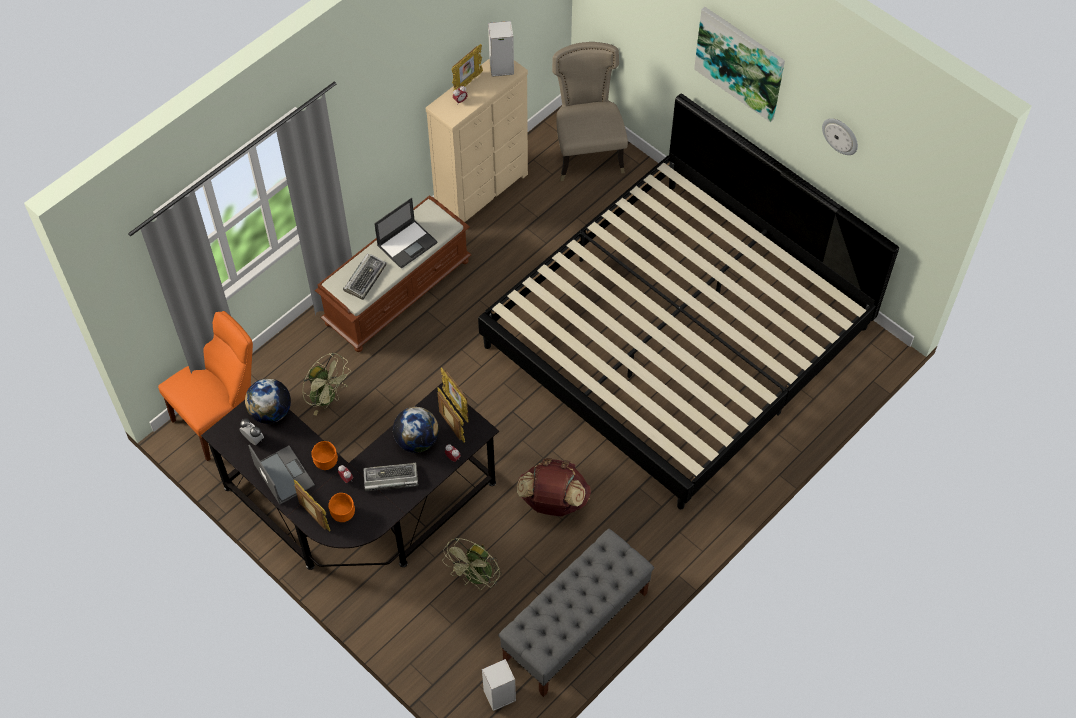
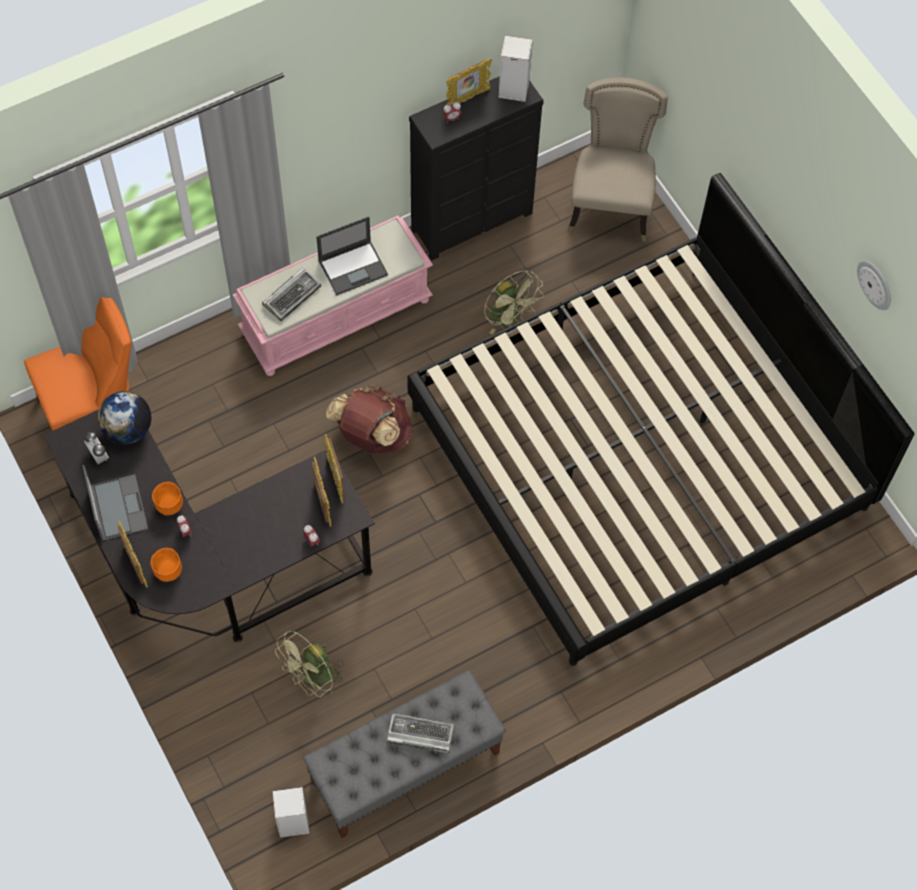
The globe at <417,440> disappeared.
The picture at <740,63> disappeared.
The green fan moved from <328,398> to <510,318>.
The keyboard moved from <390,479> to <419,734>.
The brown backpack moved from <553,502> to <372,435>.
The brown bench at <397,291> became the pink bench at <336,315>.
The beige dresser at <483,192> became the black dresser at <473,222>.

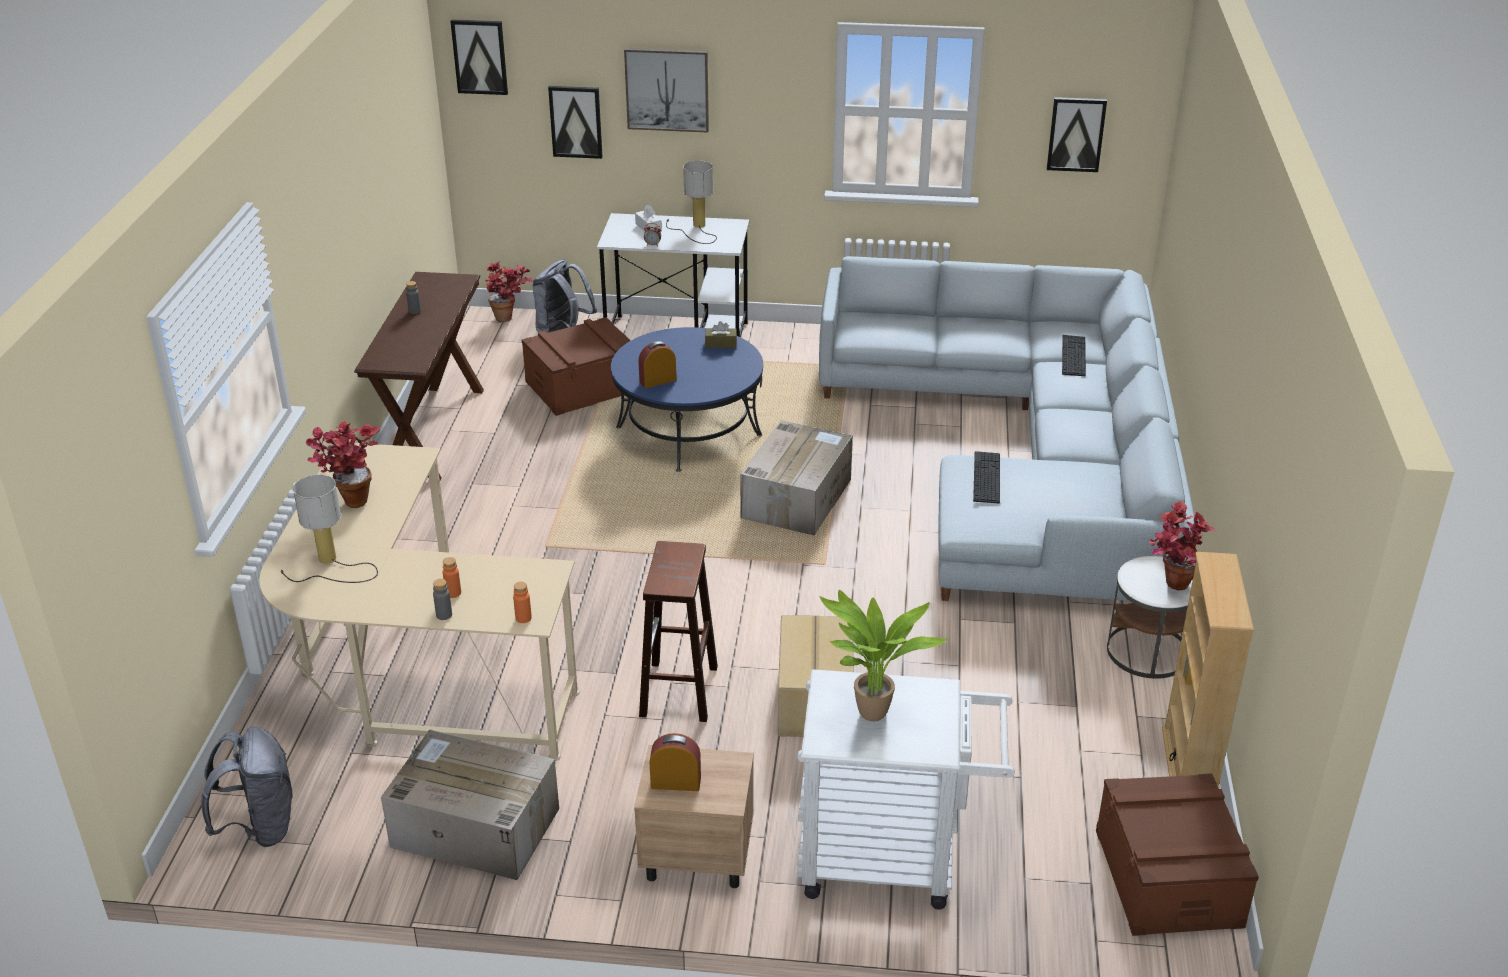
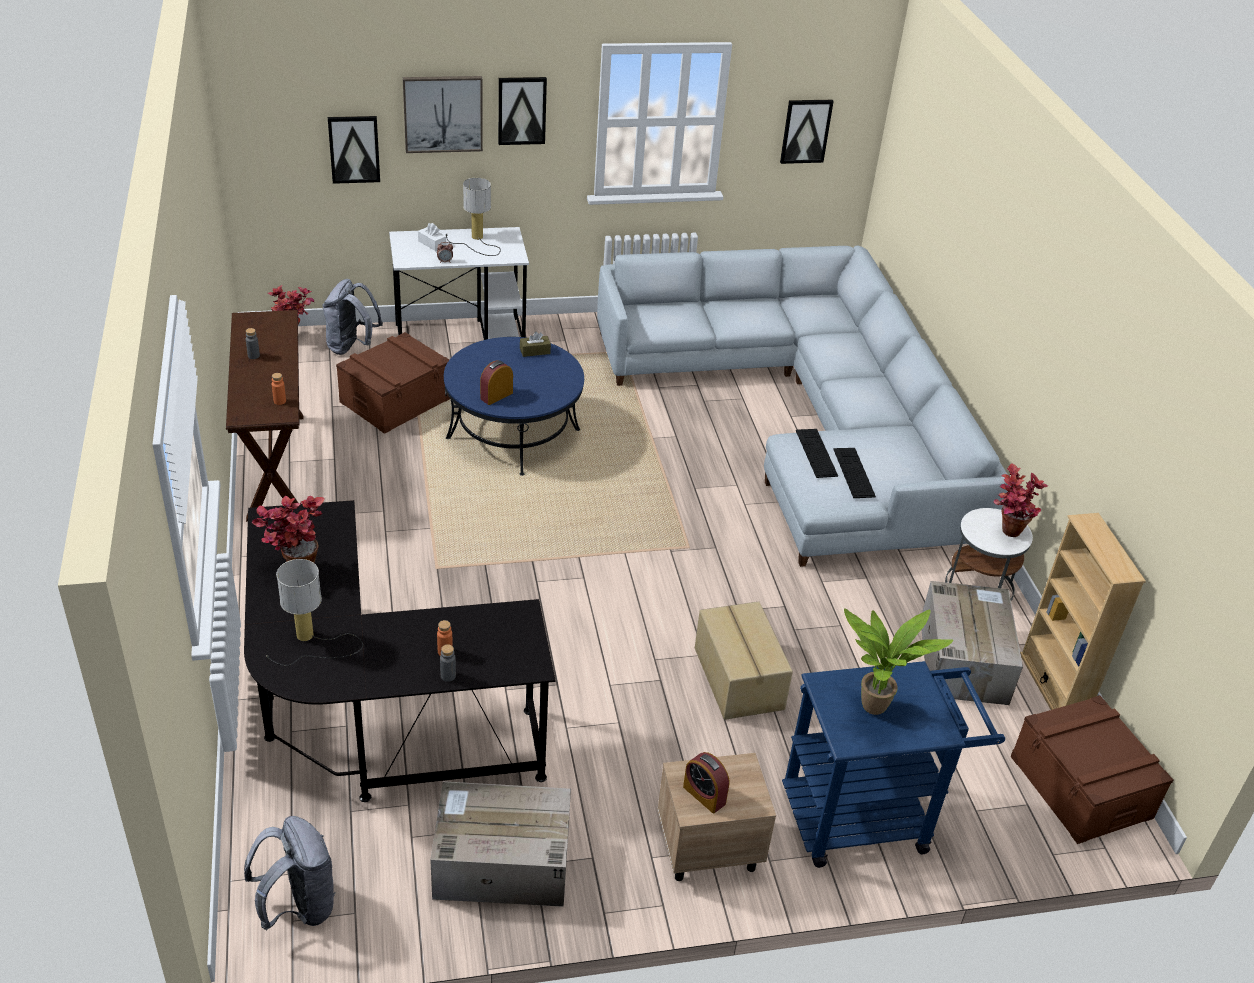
The brown stool at <679,692> disappeared.
The picture moved from <480,56> to <521,110>.
The orange bottle moved from <523,618> to <279,401>.
The cardboard box moved from <797,498> to <962,659>.
The keyboard moved from <1073,355> to <854,472>.
The beige desk at <413,673> became the black desk at <371,718>.
The white cart at <893,860> became the blue cart at <868,816>.
The alarm clock at <675,782> turned 120 degrees counterclockwise.

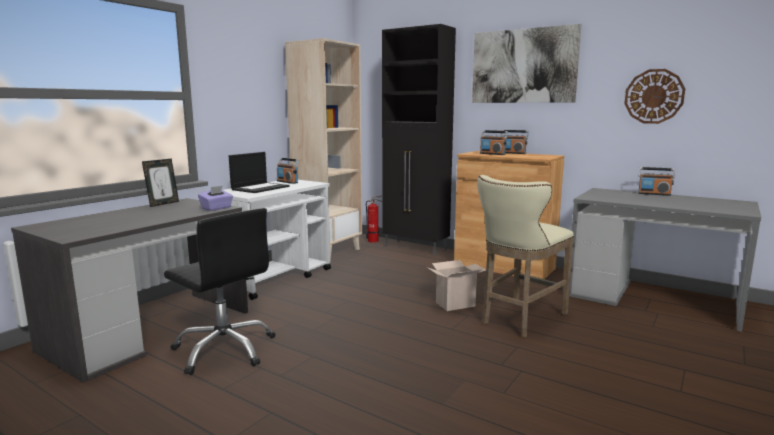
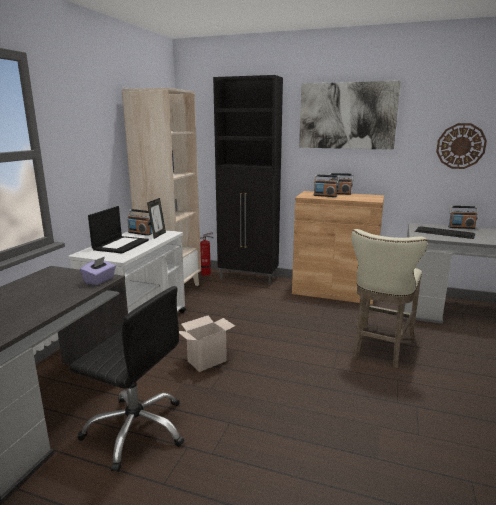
The keyboard at <445,232> appeared.
The picture frame moved from <163,204> to <158,235>.
The cardboard box moved from <455,304> to <207,360>.

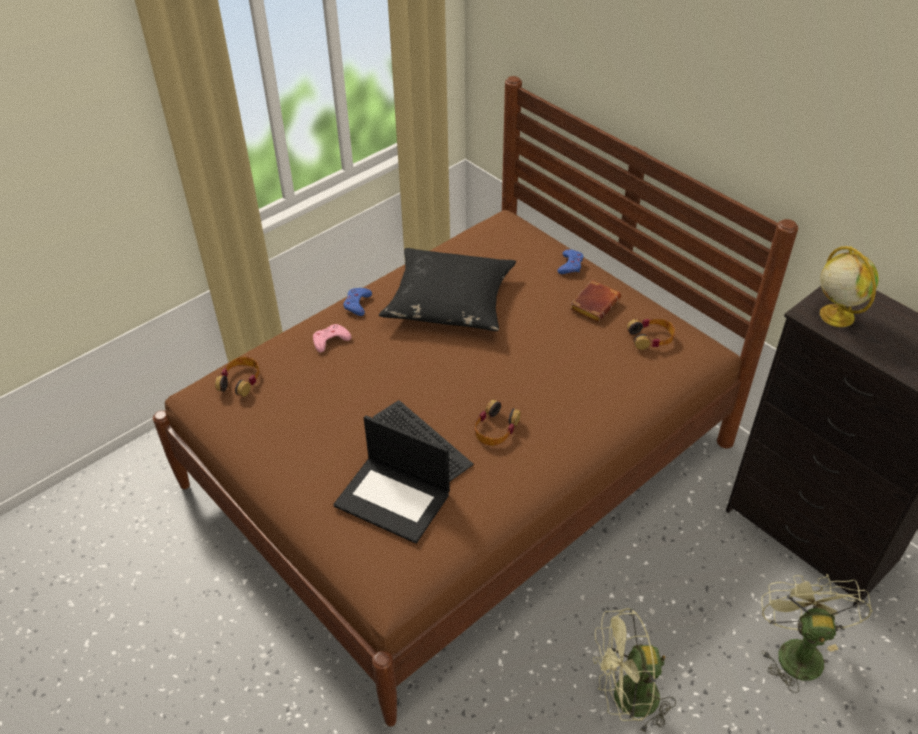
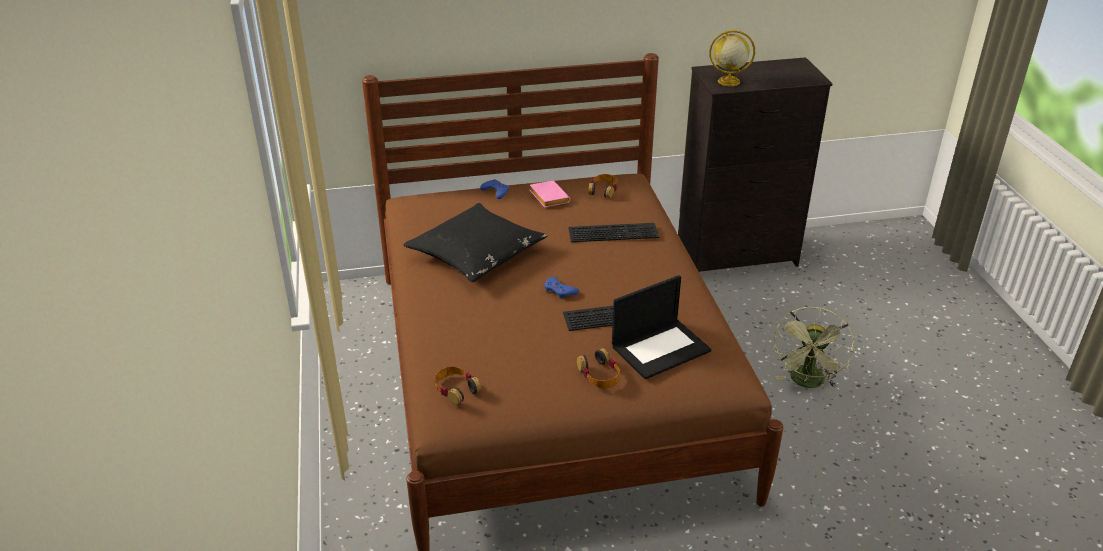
The pink game controller at <330,340> disappeared.
The green fan at <796,650> disappeared.
The keyboard at <614,231> appeared.
The blue game controller moved from <357,304> to <559,291>.
The headphones moved from <495,428> to <599,374>.
The brown book at <594,303> became the pink book at <547,197>.

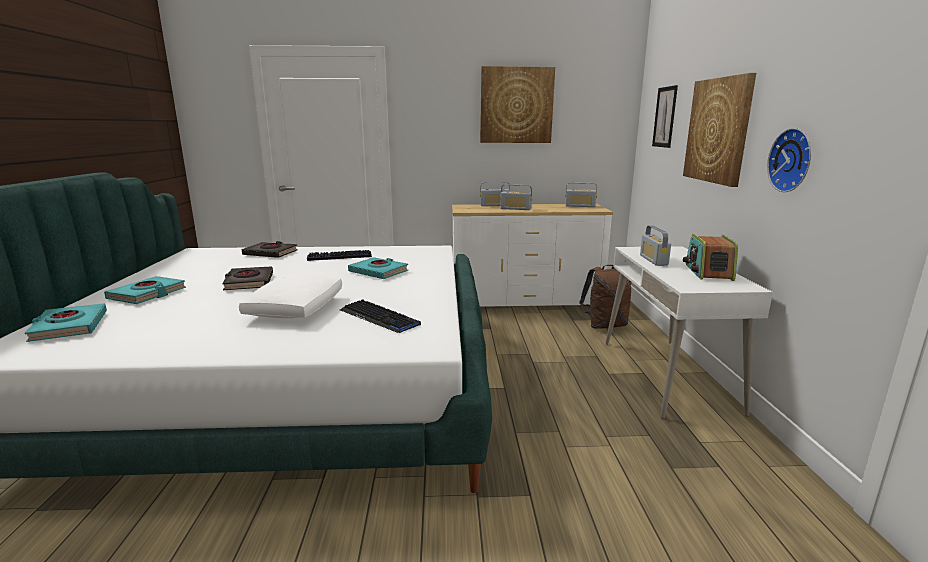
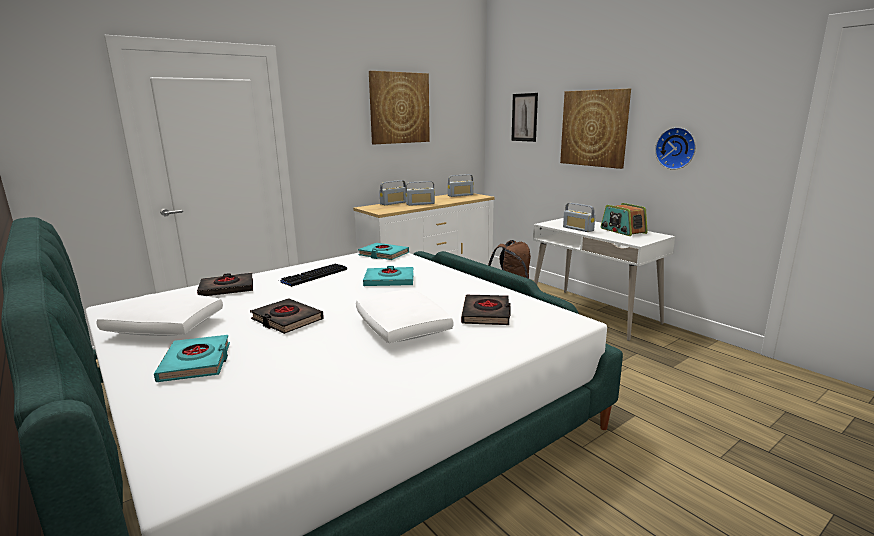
The white pillow at <166,327> appeared.
The turquoise book moved from <69,327> to <383,254>.
The keyboard at <379,317> was replaced by the black book at <486,314>.

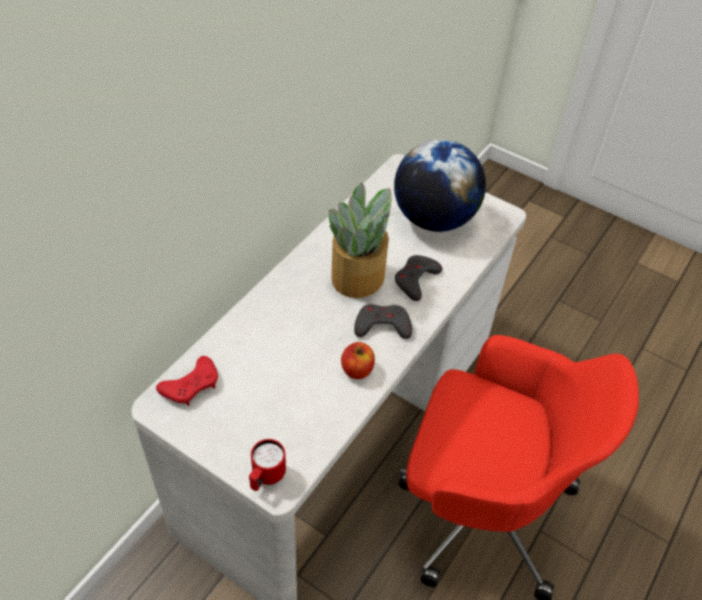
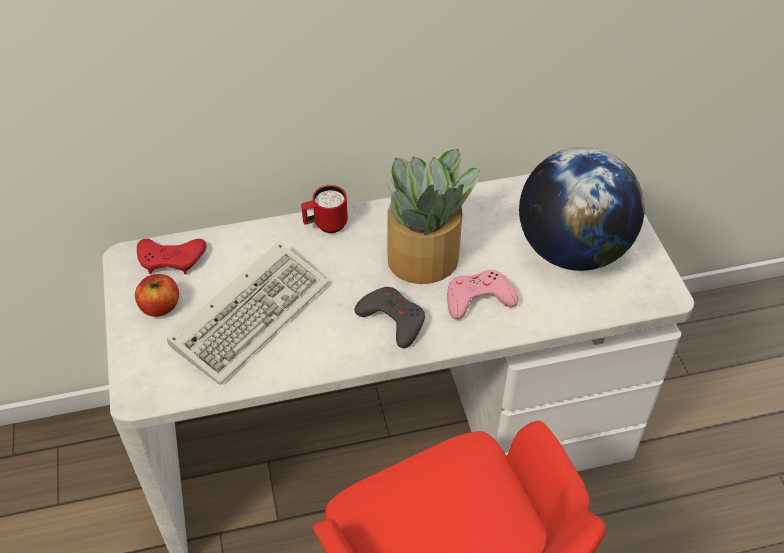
The keyboard at <252,312> appeared.
The red mug moved from <266,477> to <325,225>.
The apple moved from <357,369> to <160,306>.
The grey game controller at <416,280> became the pink game controller at <478,298>.

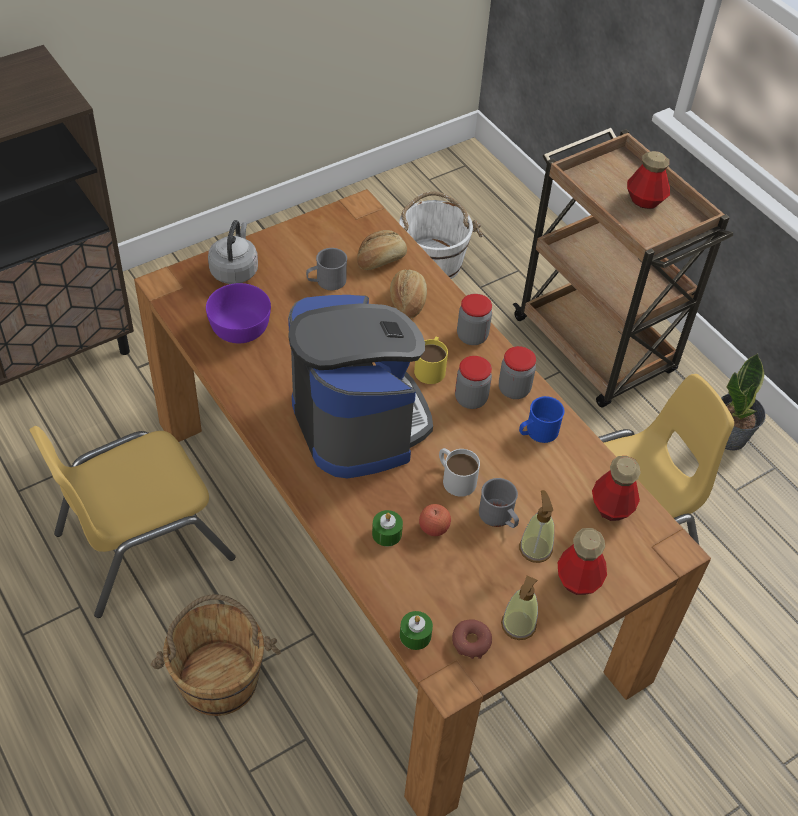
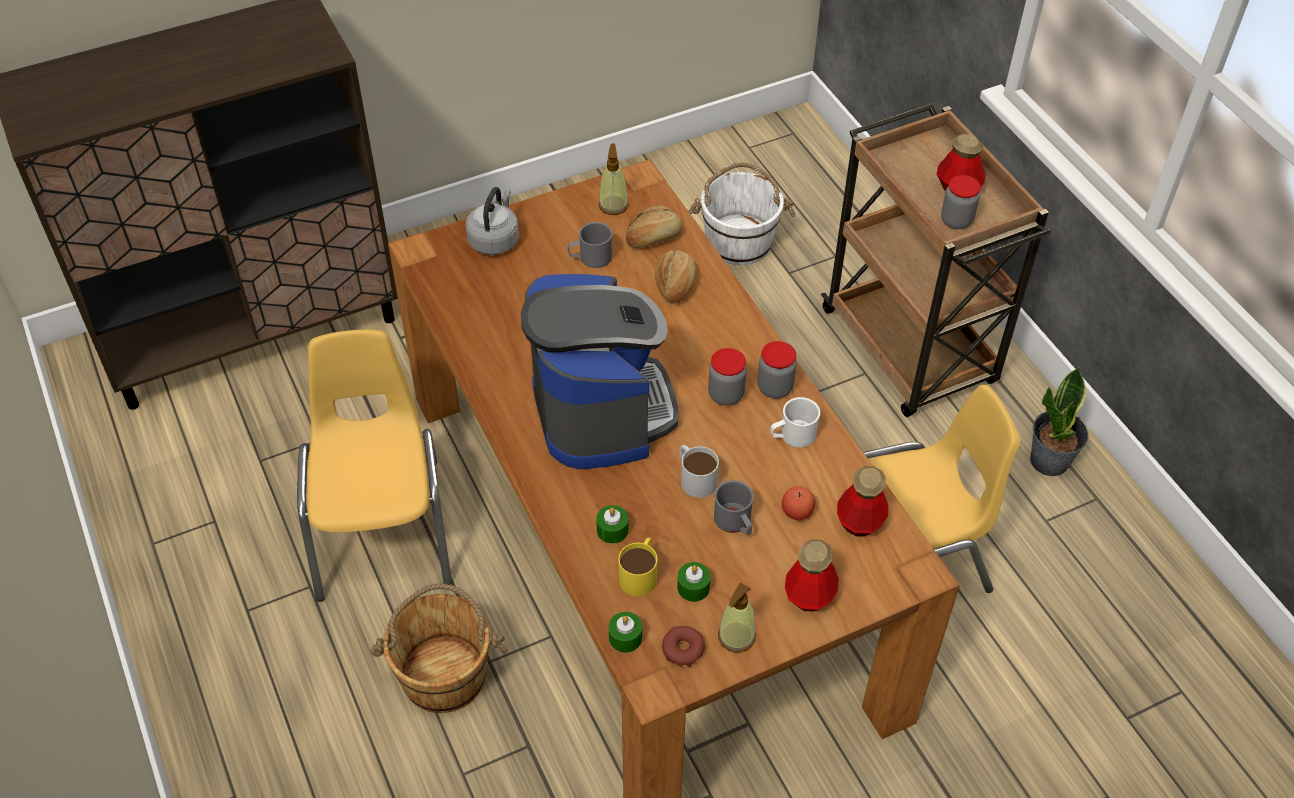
The purple bowl at <241,327> disappeared.
The green candle at <693,587> appeared.
The yellow mug moved from <431,367> to <640,573>.
The apple moved from <434,528> to <797,512>.
The jar moved from <472,336> to <956,220>.
The soap dispenser moved from <535,548> to <613,205>.
The blue mug at <537,432> became the white mug at <792,436>.
The yellow chair at <142,544> turned 105 degrees clockwise.

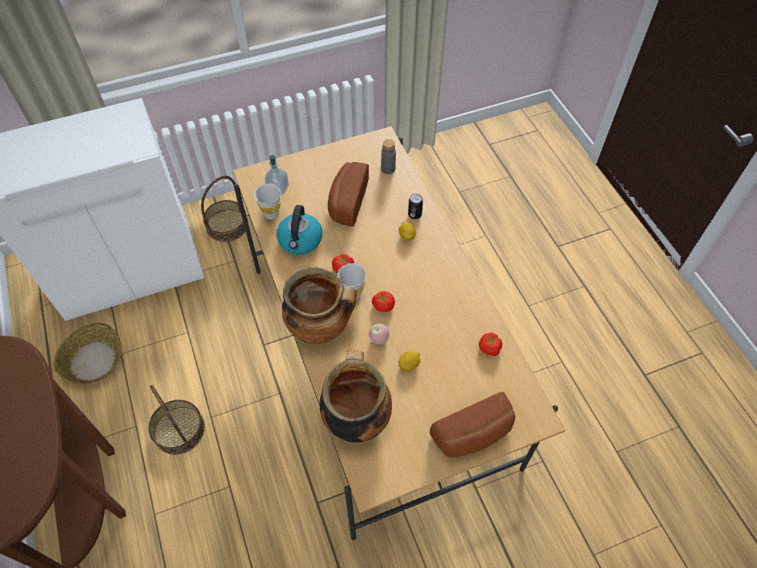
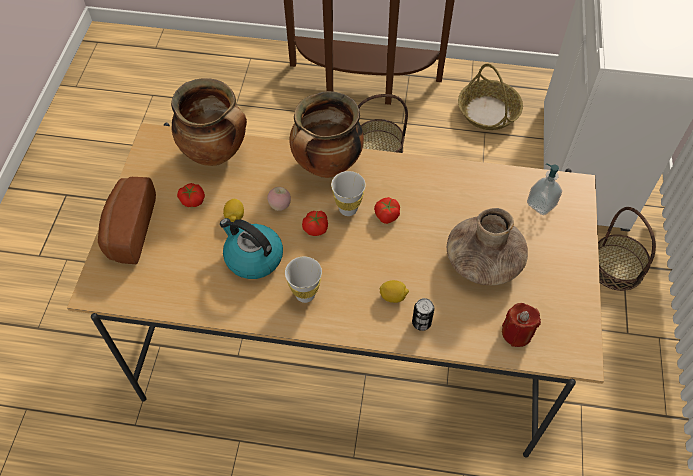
The white cup moved from <271,214> to <305,294>.
The kettle moved from <300,241> to <253,258>.
The tomato moved from <489,348> to <192,200>.
The bread at <346,201> was replaced by the brown vase at <483,261>.
The grey bottle at <388,169> was replaced by the red candle at <517,333>.

